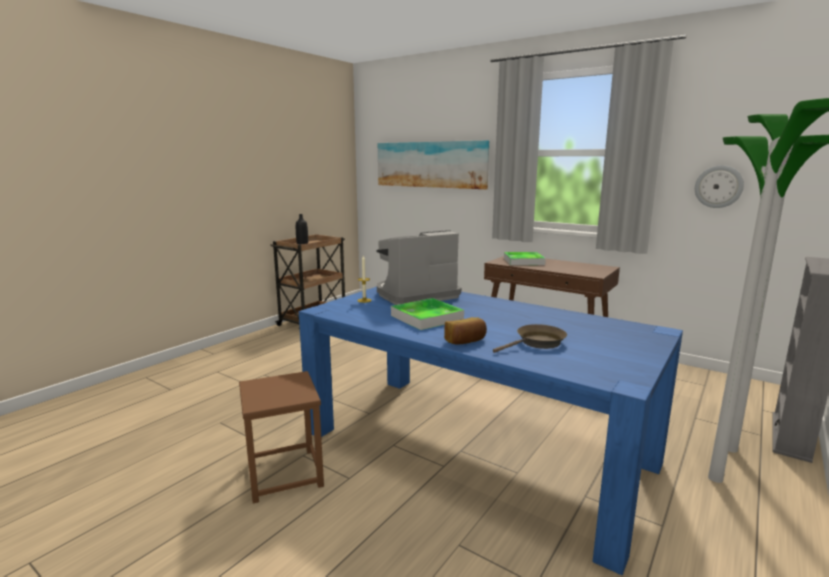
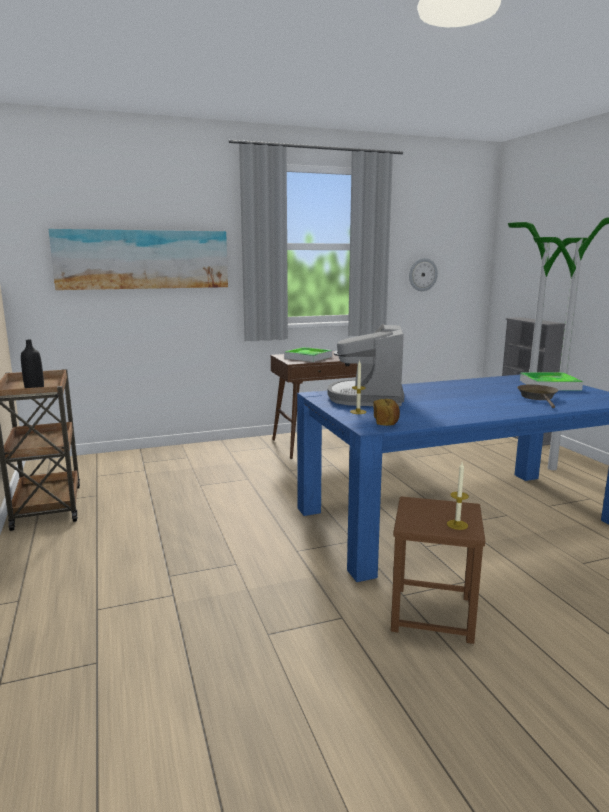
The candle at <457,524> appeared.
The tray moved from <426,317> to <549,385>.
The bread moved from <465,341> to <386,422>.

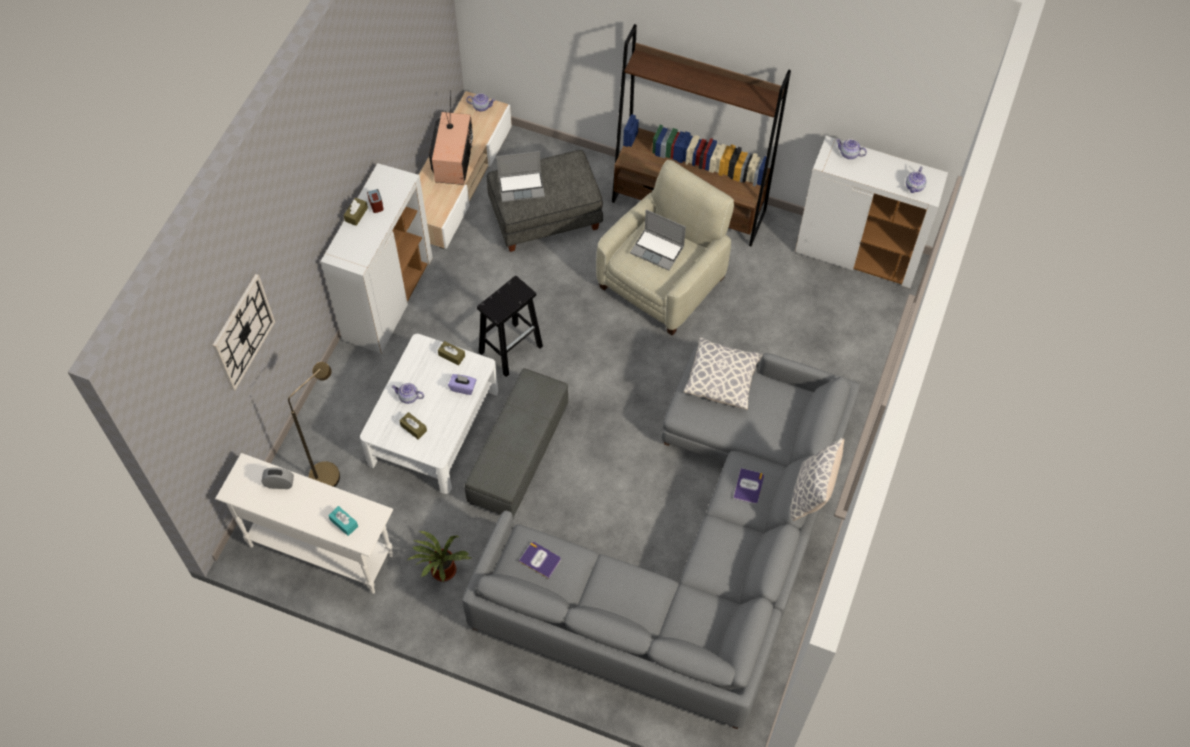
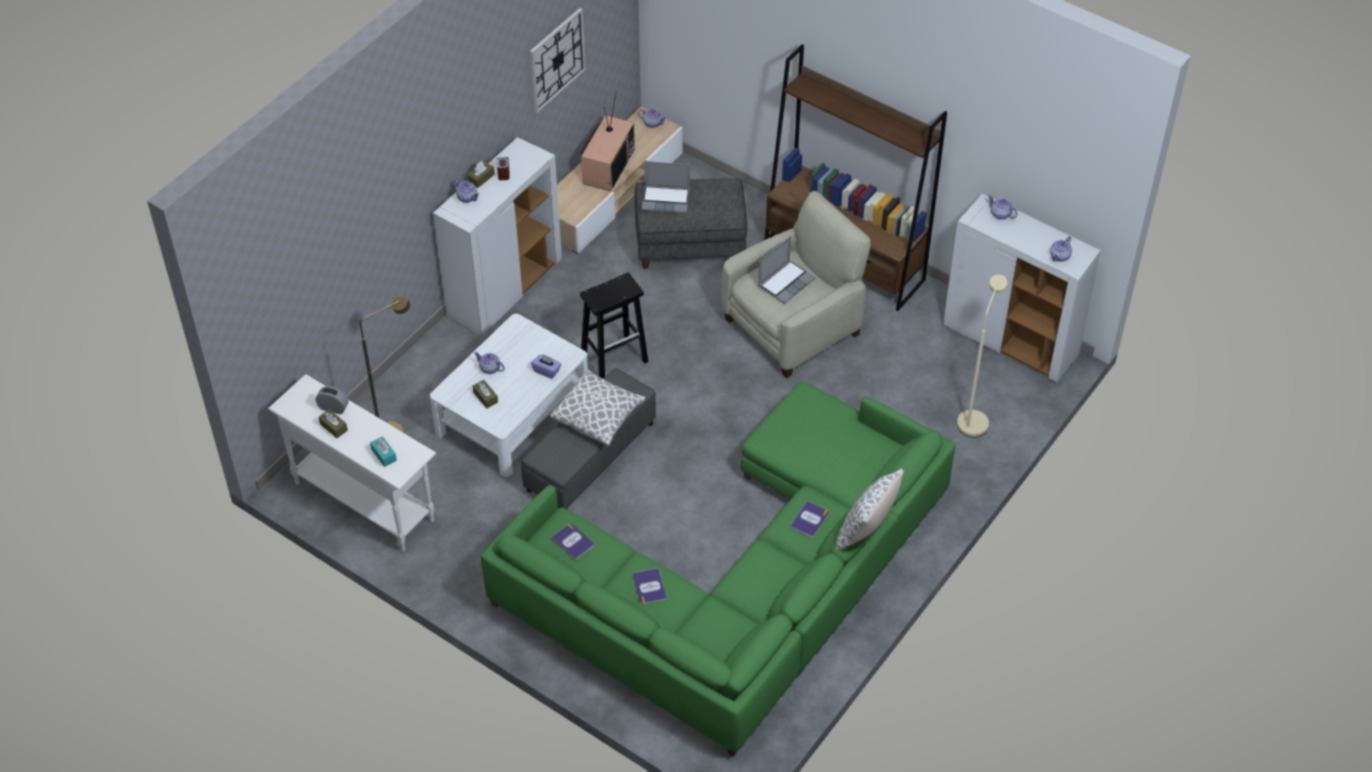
The potted plant at <442,573> disappeared.
The teapot at <467,197> appeared.
The book at <649,586> appeared.
The beige floor lamp at <973,418> appeared.
The wall clock moved from <243,332> to <556,60>.
The brown tissue box moved from <451,355> to <333,427>.
The pillow moved from <722,379> to <598,416>.
The grey sofa at <692,552> became the green sofa at <741,583>.
The laptop at <658,250> turned 90 degrees counterclockwise.

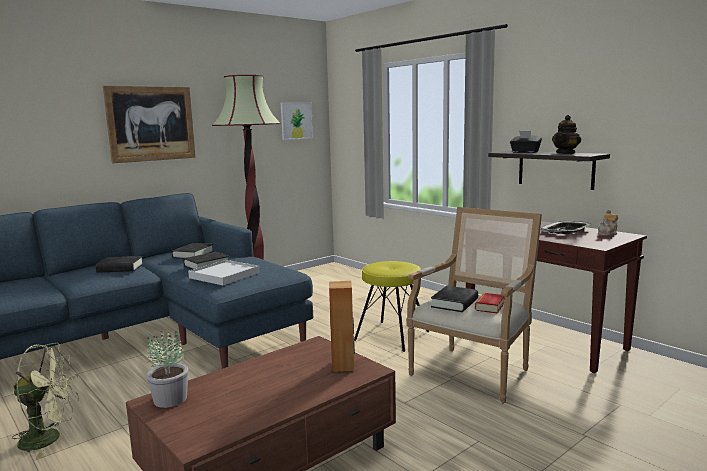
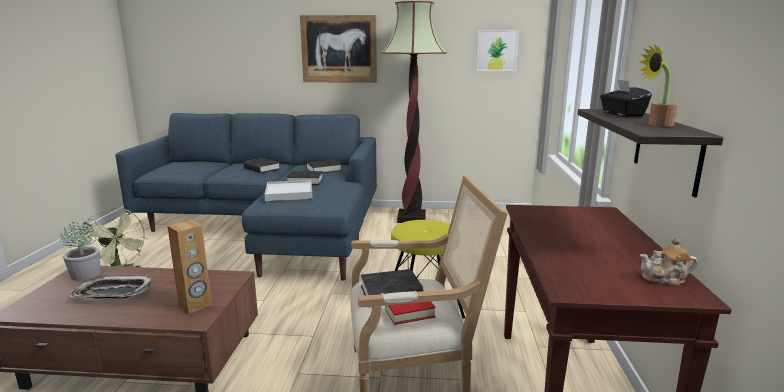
The tray moved from <566,231> to <113,293>.
The teapot at <566,153> was replaced by the potted plant at <656,124>.

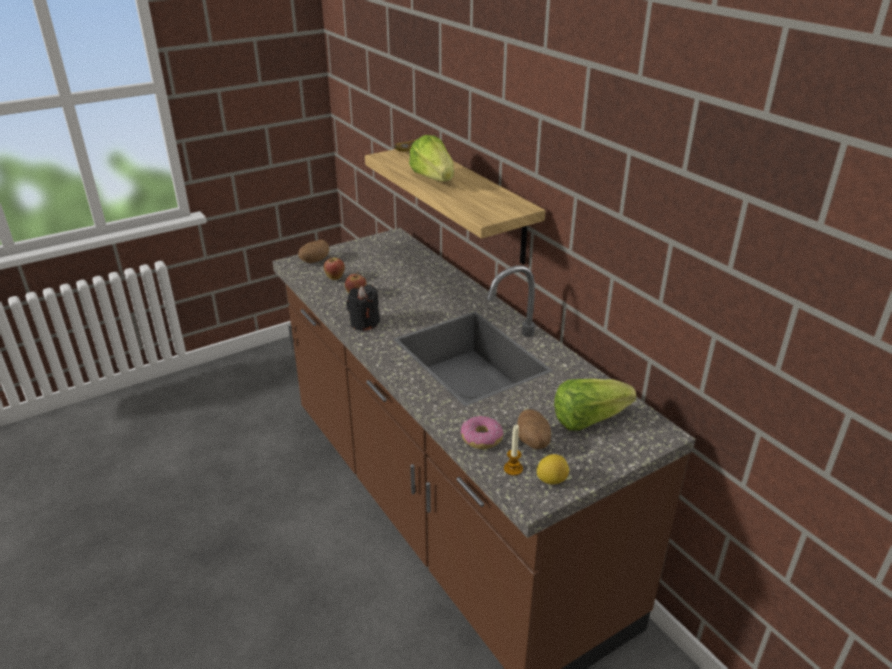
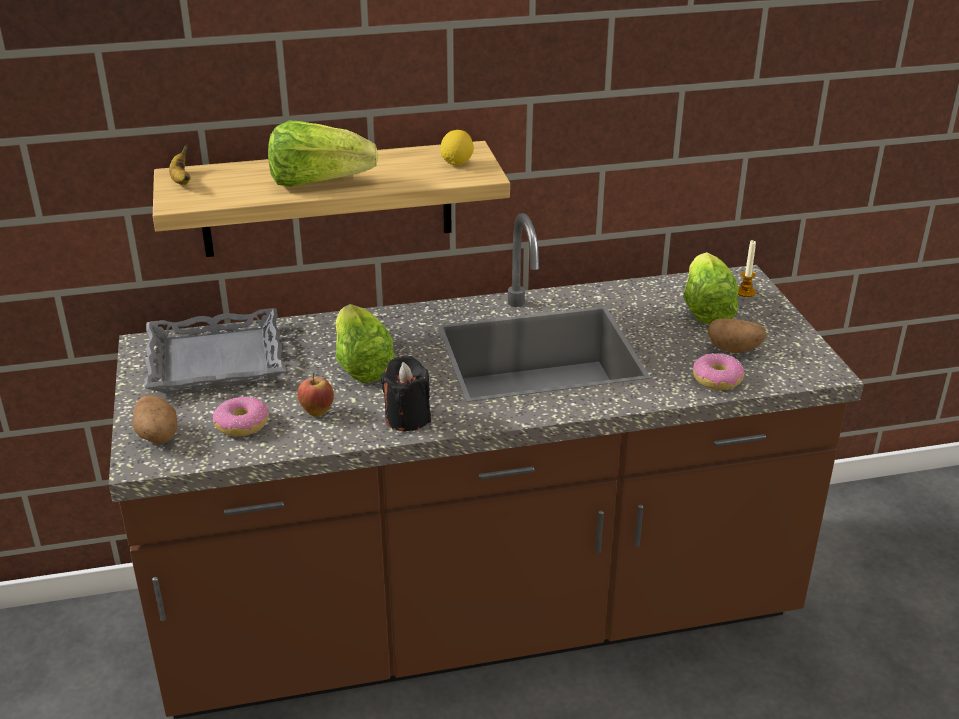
The grey tray at <216,360> appeared.
The lettuce at <362,365> appeared.
The candle moved from <513,469> to <745,292>.
The lemon moved from <551,480> to <456,163>.
The apple at <335,278> was replaced by the donut at <242,424>.

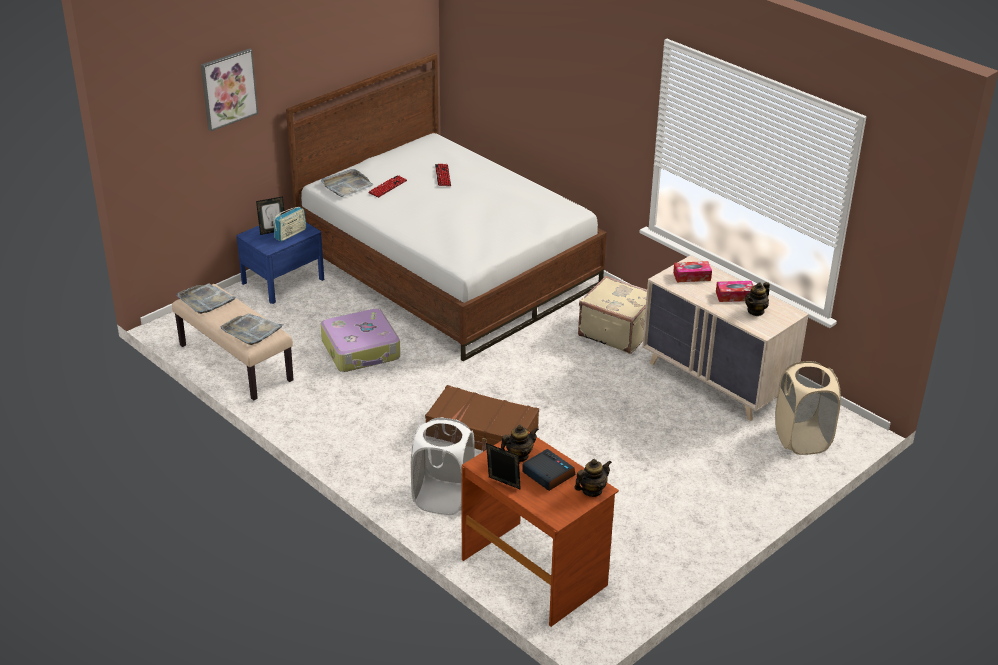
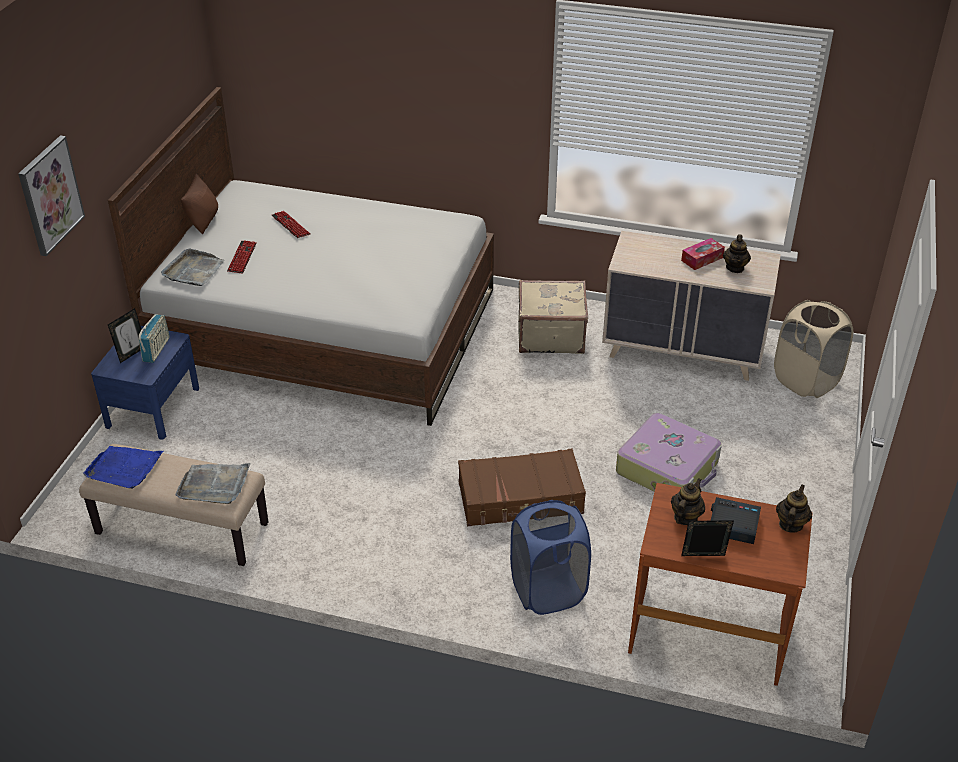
The tissue box at <692,276> disappeared.
The brown pillow at <203,221> appeared.
The suitcase moved from <361,350> to <668,468>.
The grey tray at <205,300> became the blue tray at <124,468>.
The white laundry basket at <443,498> became the blue laundry basket at <547,591>.

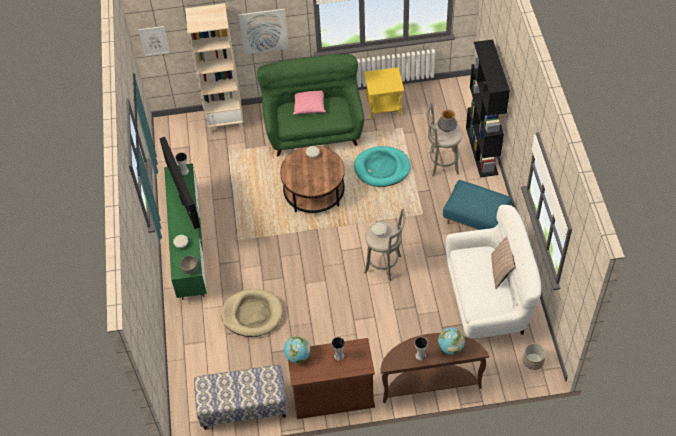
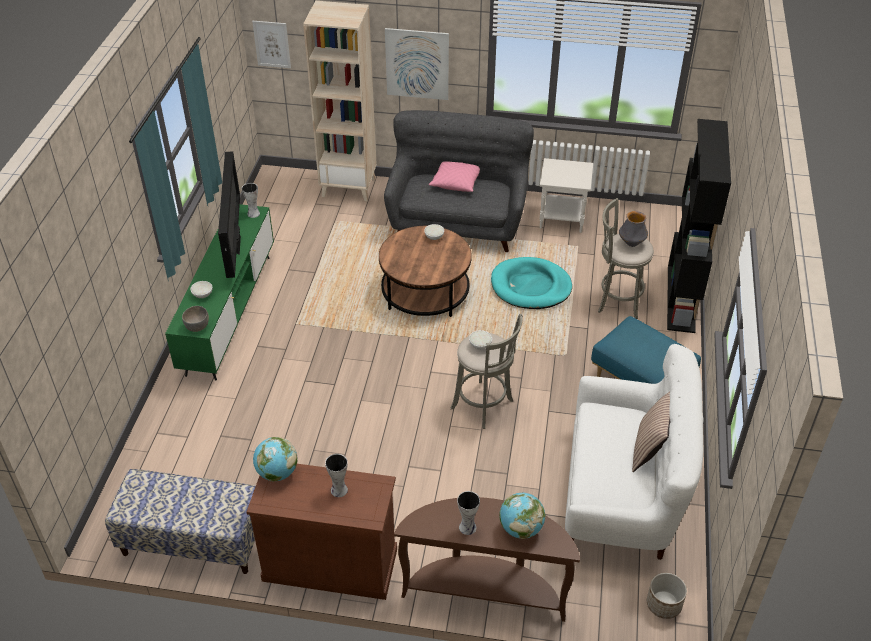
The beige dog bed at <252,314> disappeared.
The green sofa at <313,130> became the grey sofa at <457,222>.
The yellow side table at <384,108> became the white side table at <562,218>.

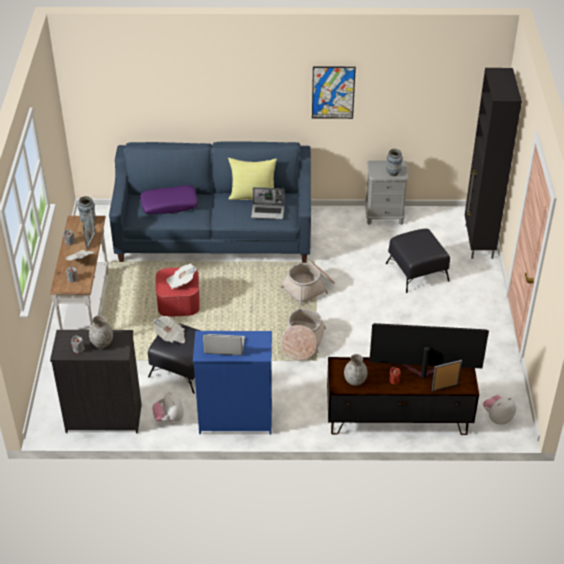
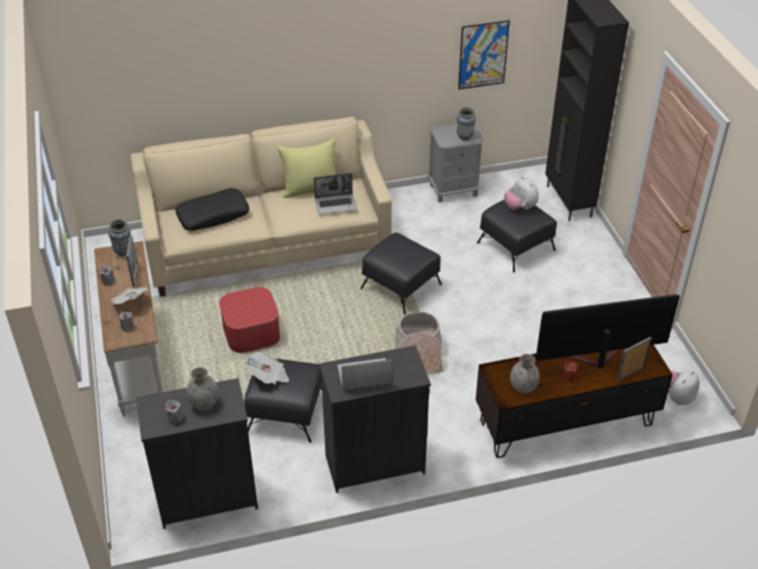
The newspaper at <181,282> disappeared.
The plush toy moved from <169,418> to <520,207>.
The picture moved from <333,92> to <483,55>.
The basket at <309,288> was replaced by the black ottoman at <401,287>.
The blue sofa at <215,235> became the beige sofa at <266,244>.
The purple pillow at <169,205> became the black pillow at <213,215>.
The blue dresser at <235,419> became the black dresser at <373,464>.

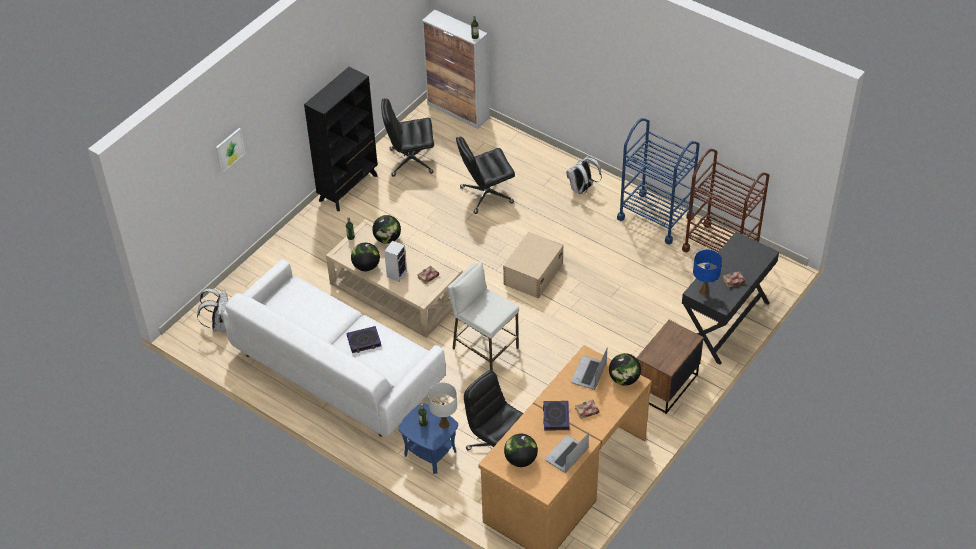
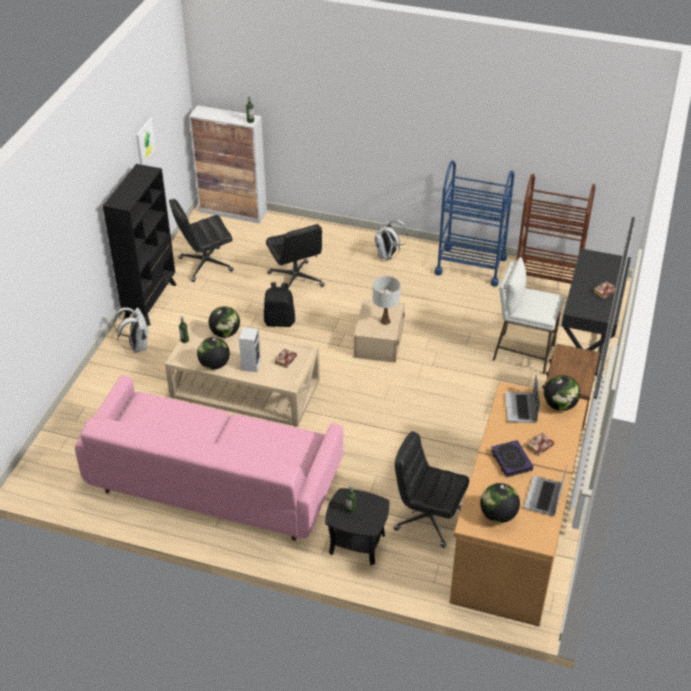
The book at <364,341> disappeared.
The blue table lamp at <704,292> disappeared.
The black backpack at <280,321> appeared.
The white backpack moved from <219,324> to <136,346>.
The picture moved from <229,150> to <145,140>.
The white table lamp moved from <444,424> to <385,321>.
The white stool moved from <484,348> to <523,353>.
The white sofa at <336,370> became the pink sofa at <214,483>.
The blue side table at <430,453> became the black side table at <356,544>.
The black office chair at <486,195> turned 75 degrees counterclockwise.

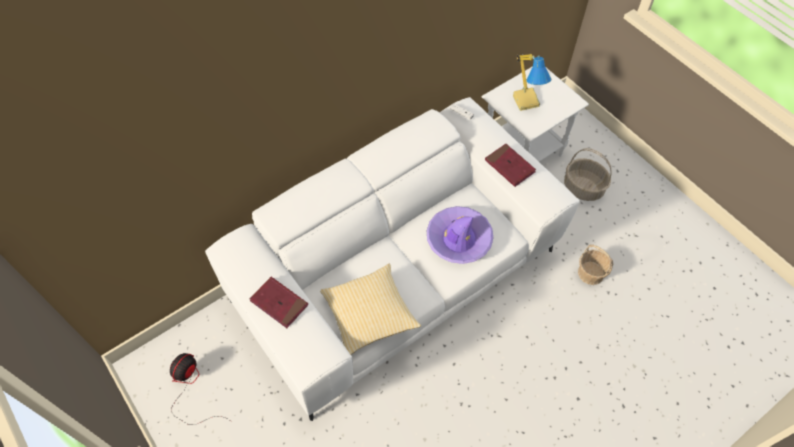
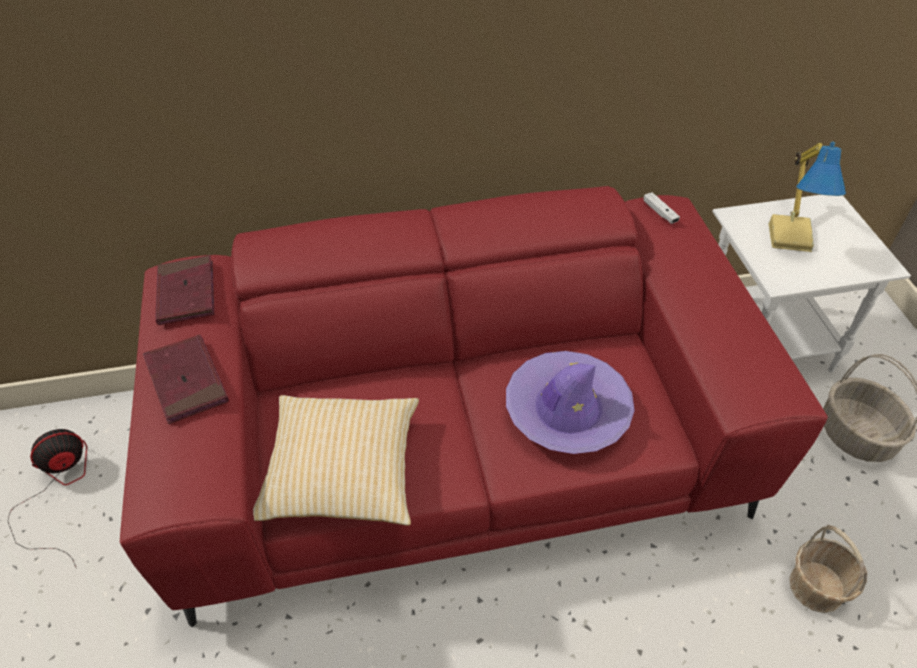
The red book moved from <509,166> to <186,293>.
The white sofa at <396,277> became the red sofa at <458,454>.

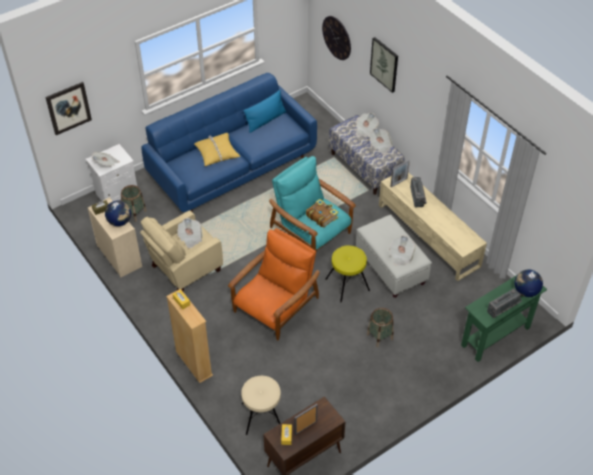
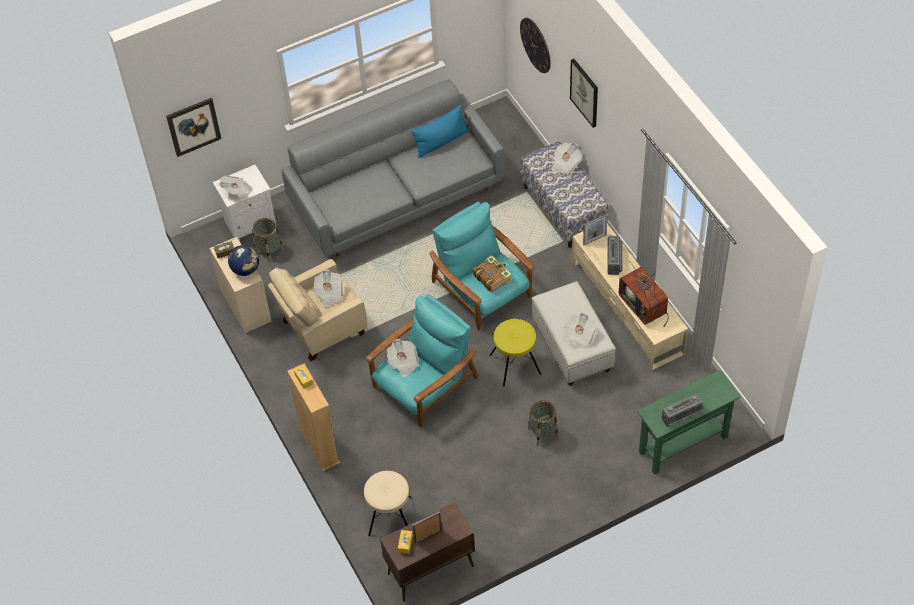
The yellow pillow at <217,153> disappeared.
The globe at <525,291> disappeared.
The television at <644,306> appeared.
The newspaper moved from <380,146> to <403,363>.
The blue sofa at <232,166> became the grey sofa at <396,195>.
The orange armchair at <275,306> became the turquoise armchair at <424,384>.

